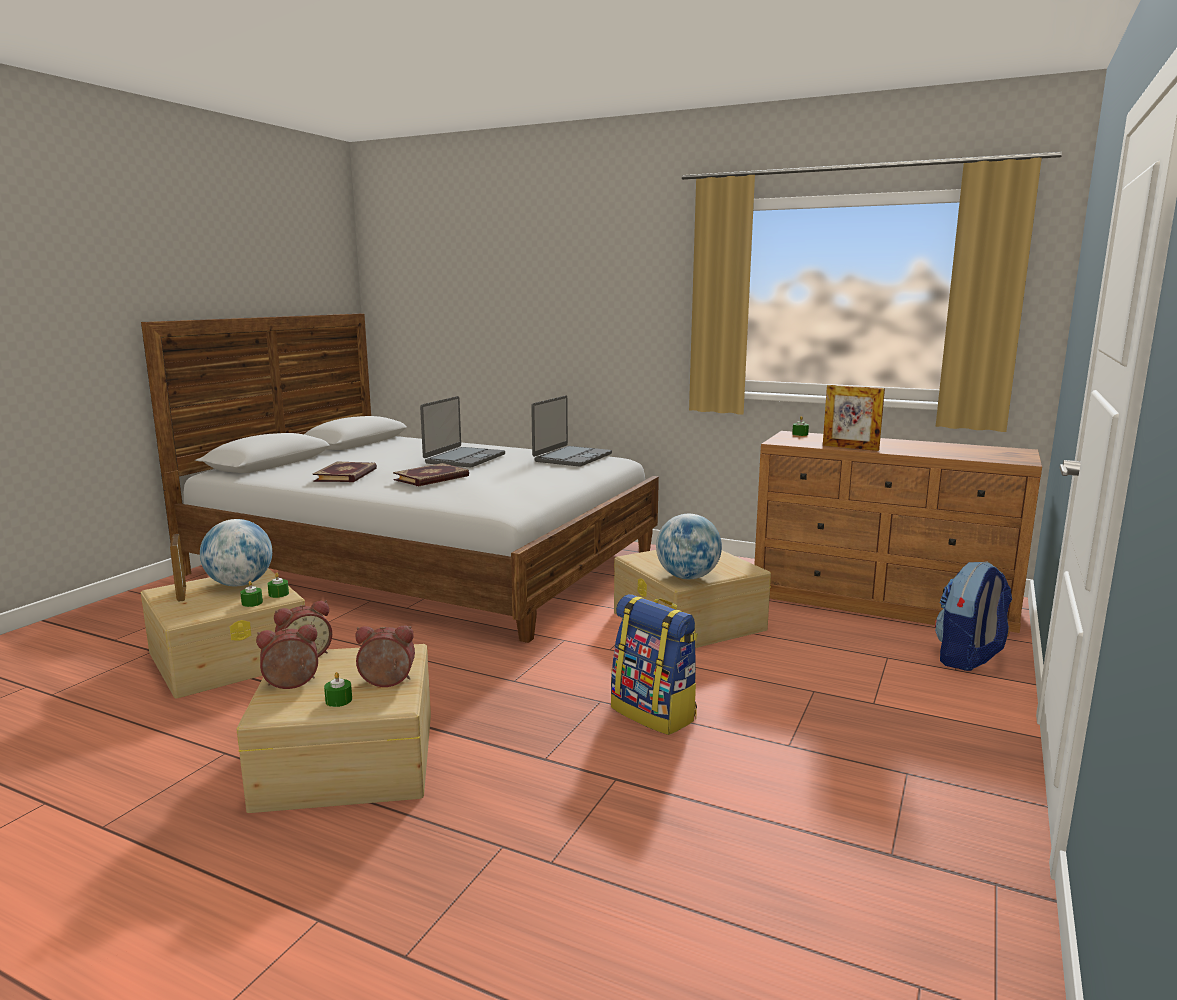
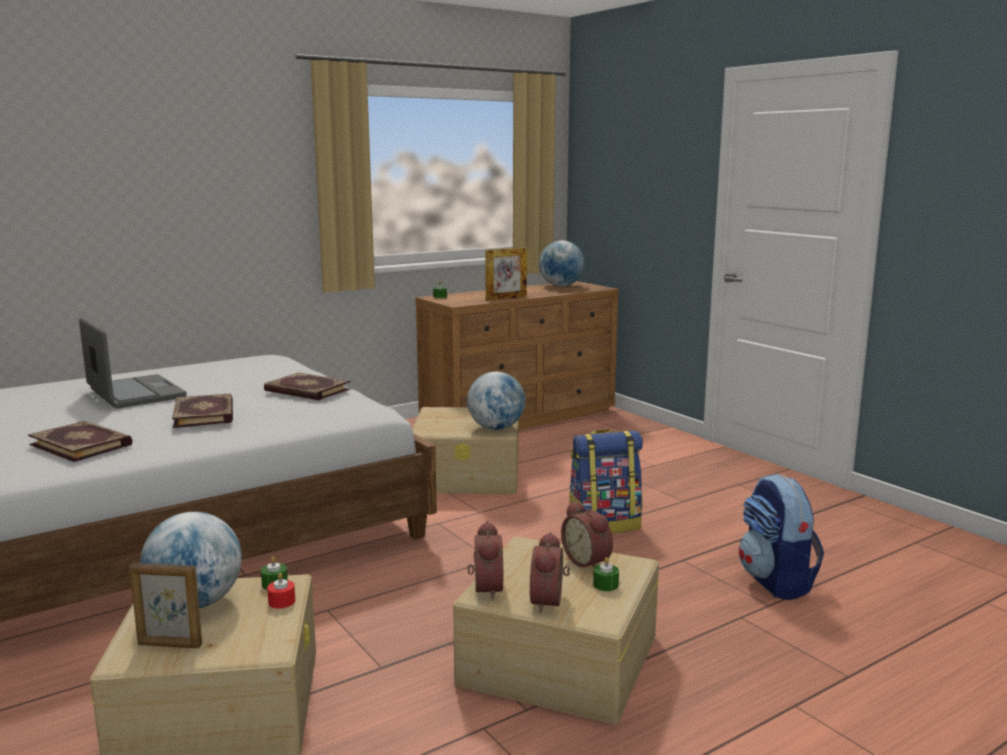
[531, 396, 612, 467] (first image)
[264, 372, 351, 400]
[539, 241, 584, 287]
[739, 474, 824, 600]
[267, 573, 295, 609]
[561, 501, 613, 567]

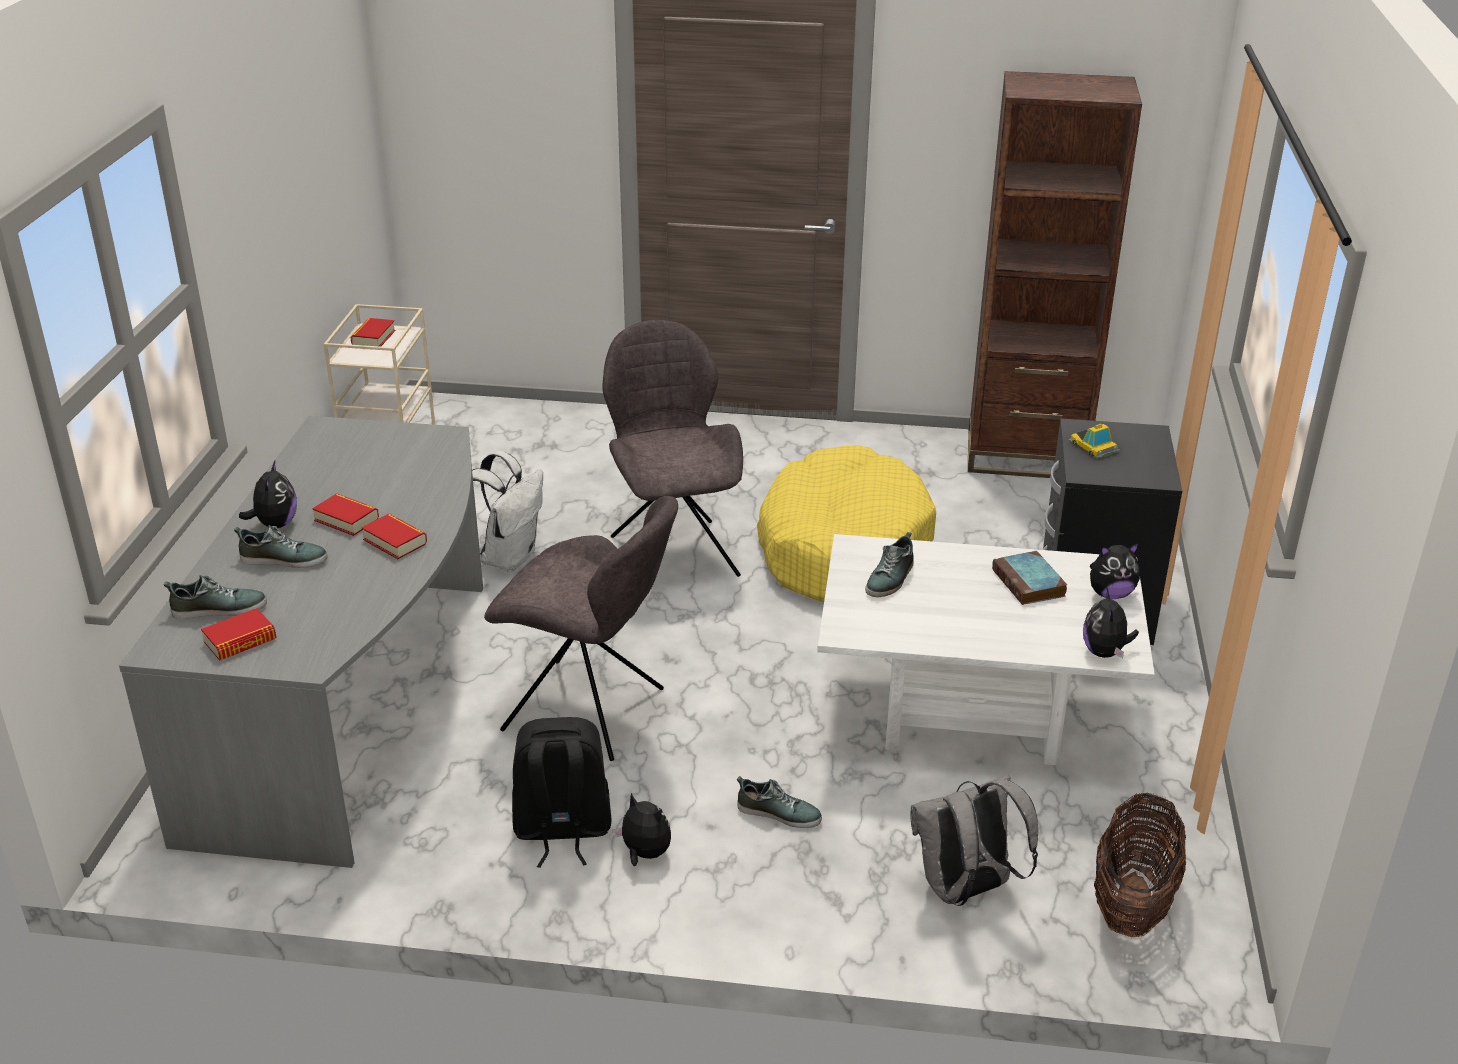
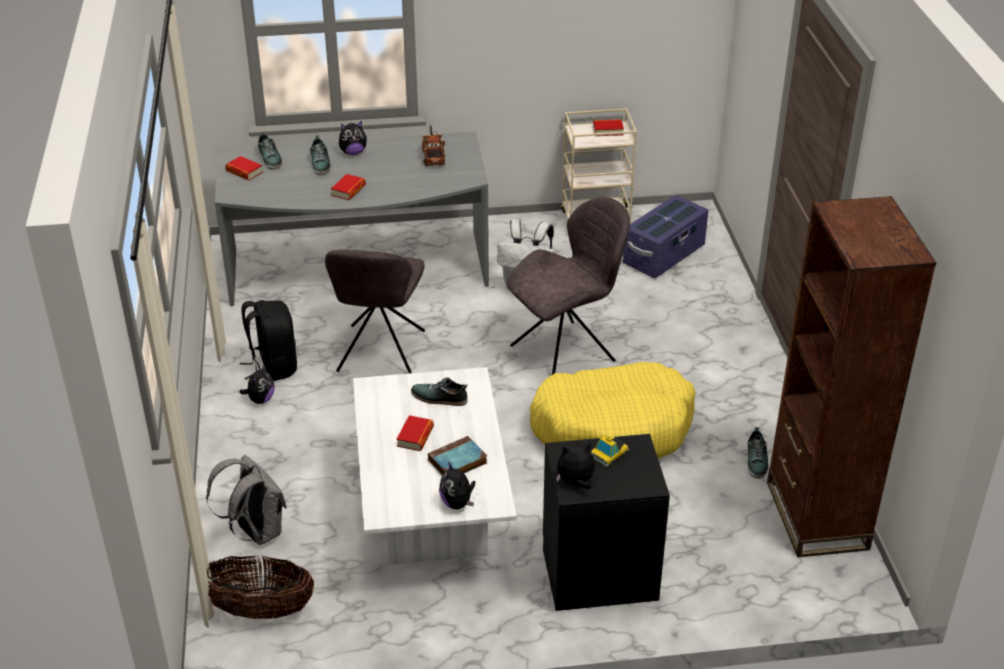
[422, 124, 445, 166]
[623, 195, 708, 278]
[396, 415, 434, 451]
[748, 427, 768, 479]
[556, 442, 595, 489]

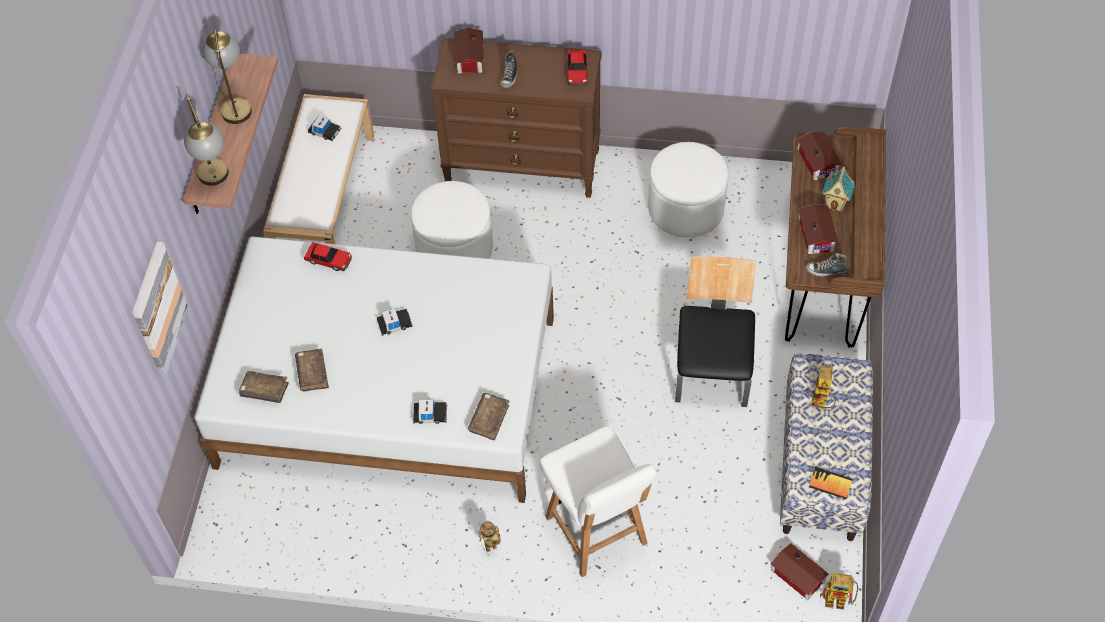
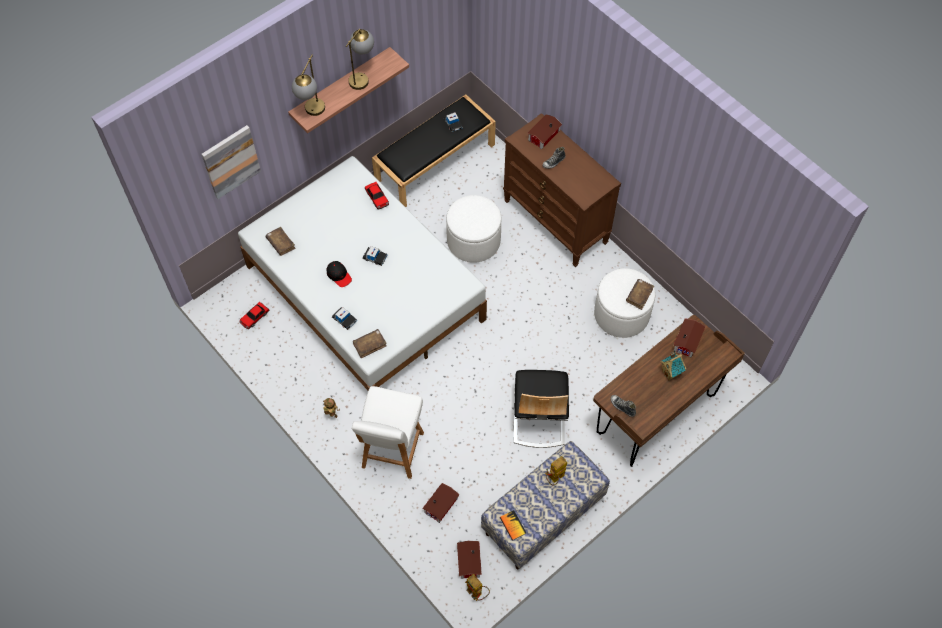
[326, 261, 352, 287]
[626, 279, 654, 310]
[240, 302, 269, 329]
[422, 483, 460, 523]
[372, 95, 496, 207]
[514, 370, 569, 448]

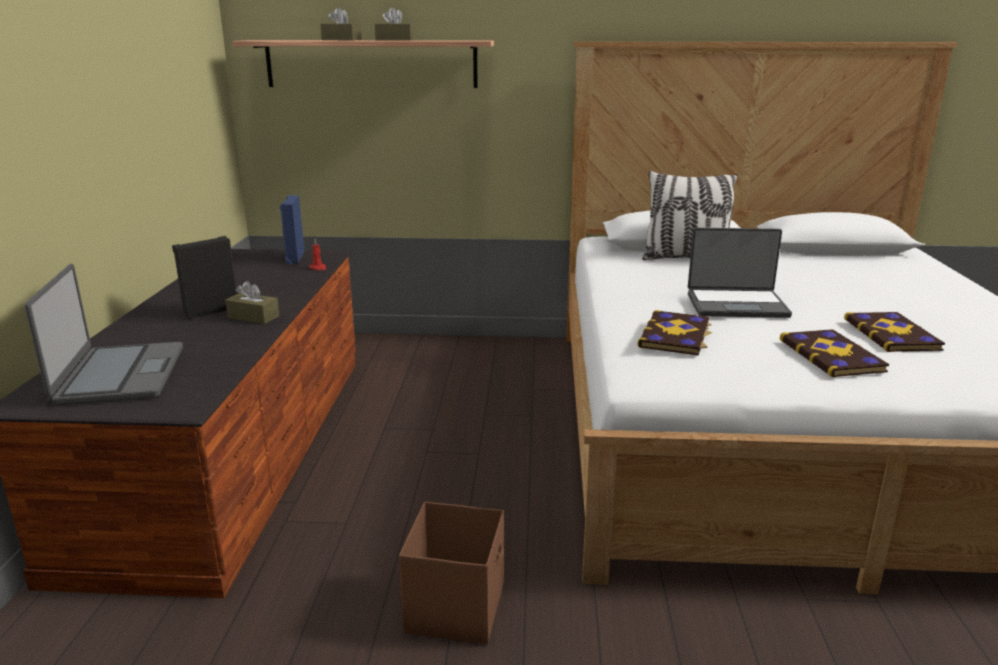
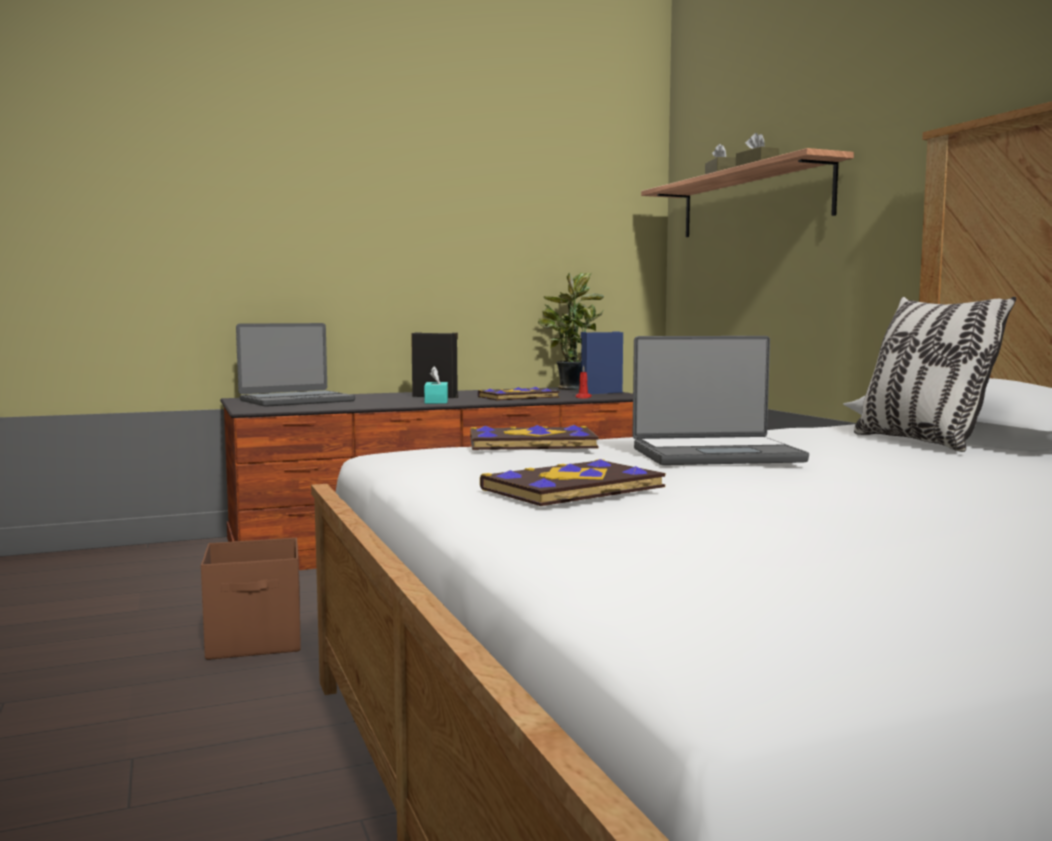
[538, 273, 604, 390]
[478, 387, 560, 401]
[424, 366, 448, 404]
[633, 336, 809, 465]

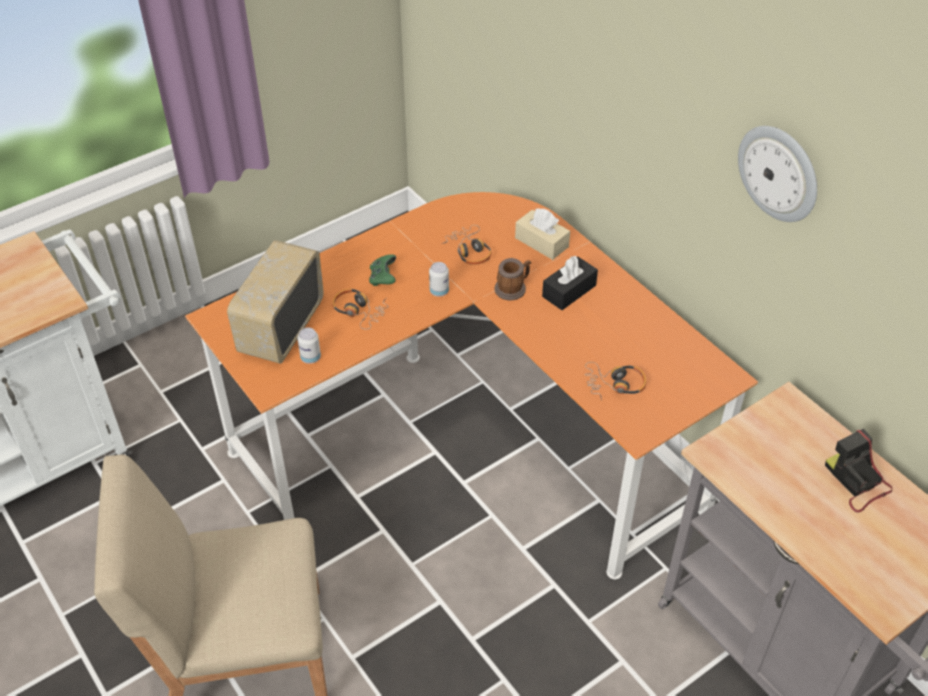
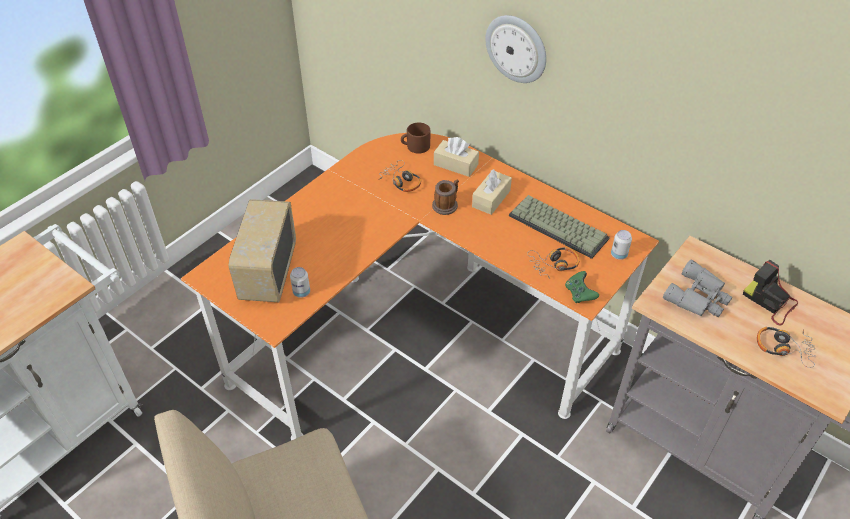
[401, 122, 430, 154]
[509, 195, 610, 259]
[663, 260, 732, 317]
[757, 327, 815, 368]
[565, 271, 599, 303]
[611, 230, 632, 260]
[485, 15, 546, 83]
[472, 169, 512, 215]

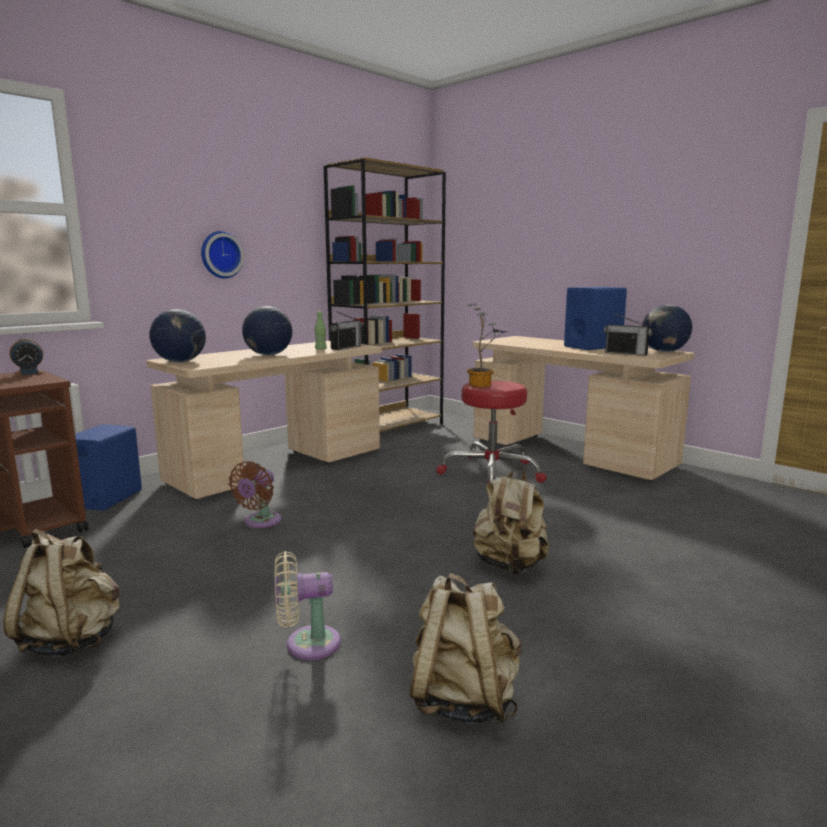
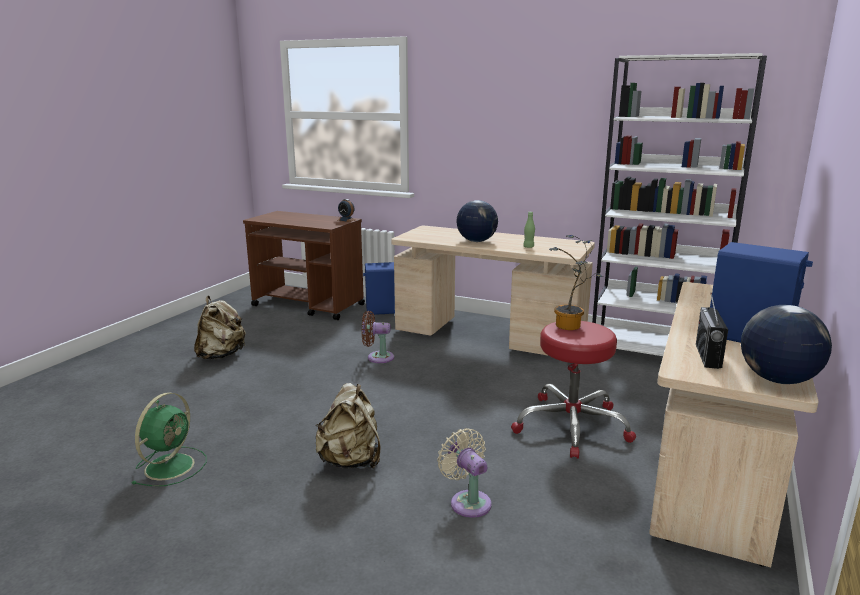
[149, 309, 206, 362] (first image)
[201, 231, 244, 278] (first image)
[330, 311, 362, 350] (first image)
[437, 428, 492, 518]
[131, 392, 207, 486]
[592, 53, 767, 356]

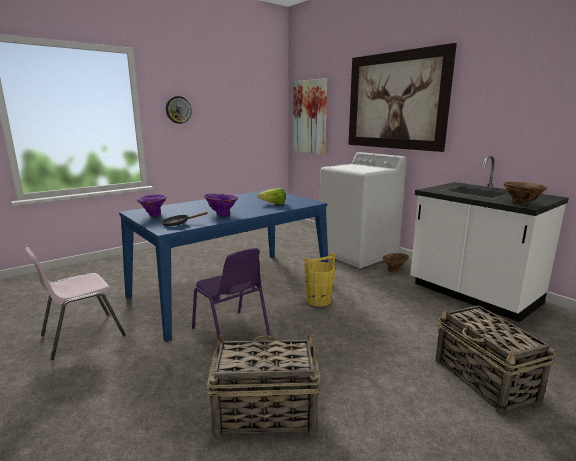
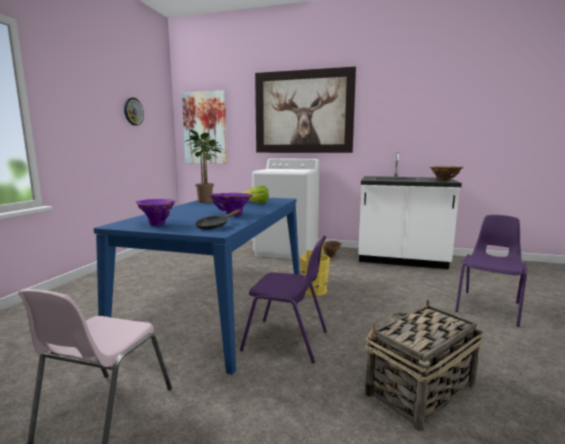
[185, 129, 224, 203]
[124, 98, 144, 126]
[455, 215, 527, 327]

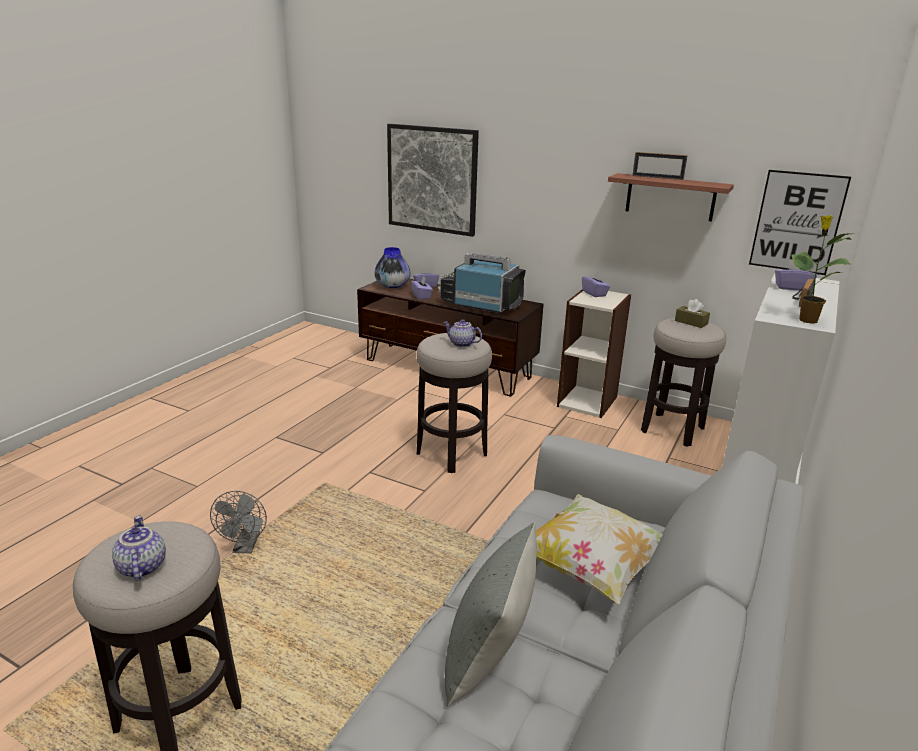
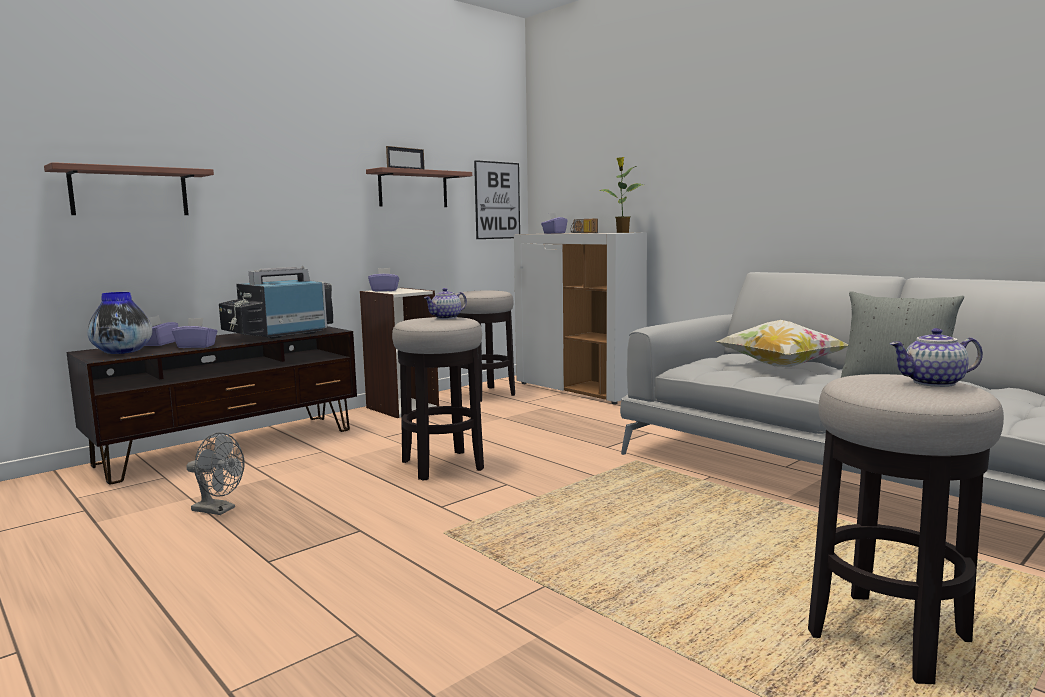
[675, 299, 710, 328] (first image)
[186, 432, 245, 515]
[44, 162, 214, 215]

